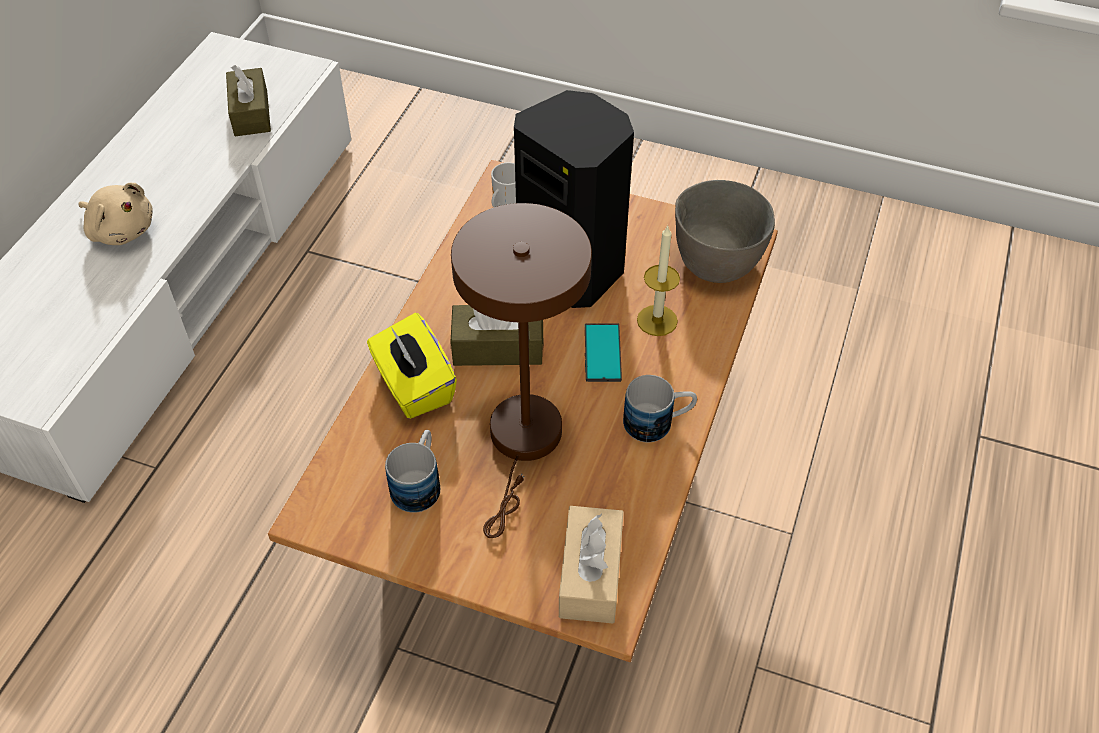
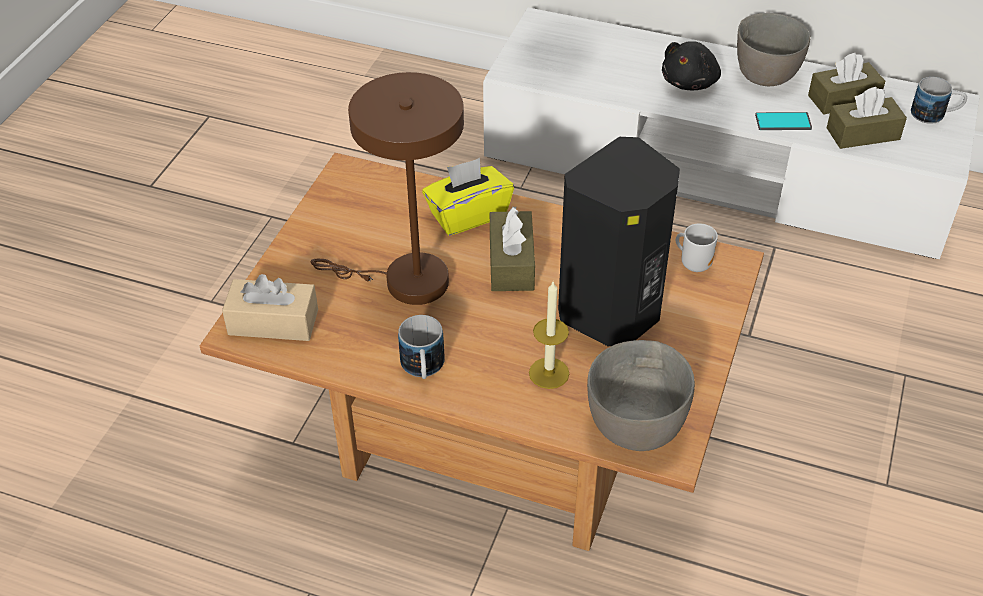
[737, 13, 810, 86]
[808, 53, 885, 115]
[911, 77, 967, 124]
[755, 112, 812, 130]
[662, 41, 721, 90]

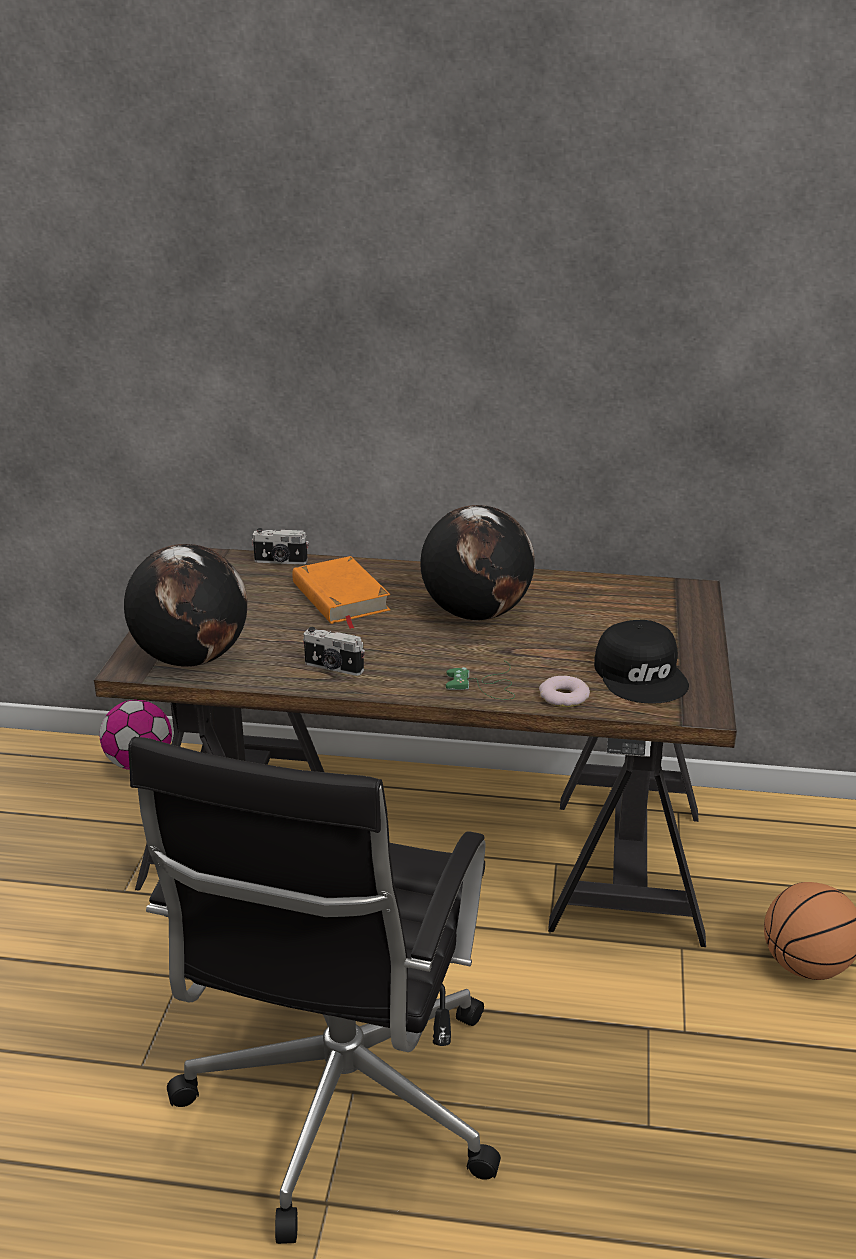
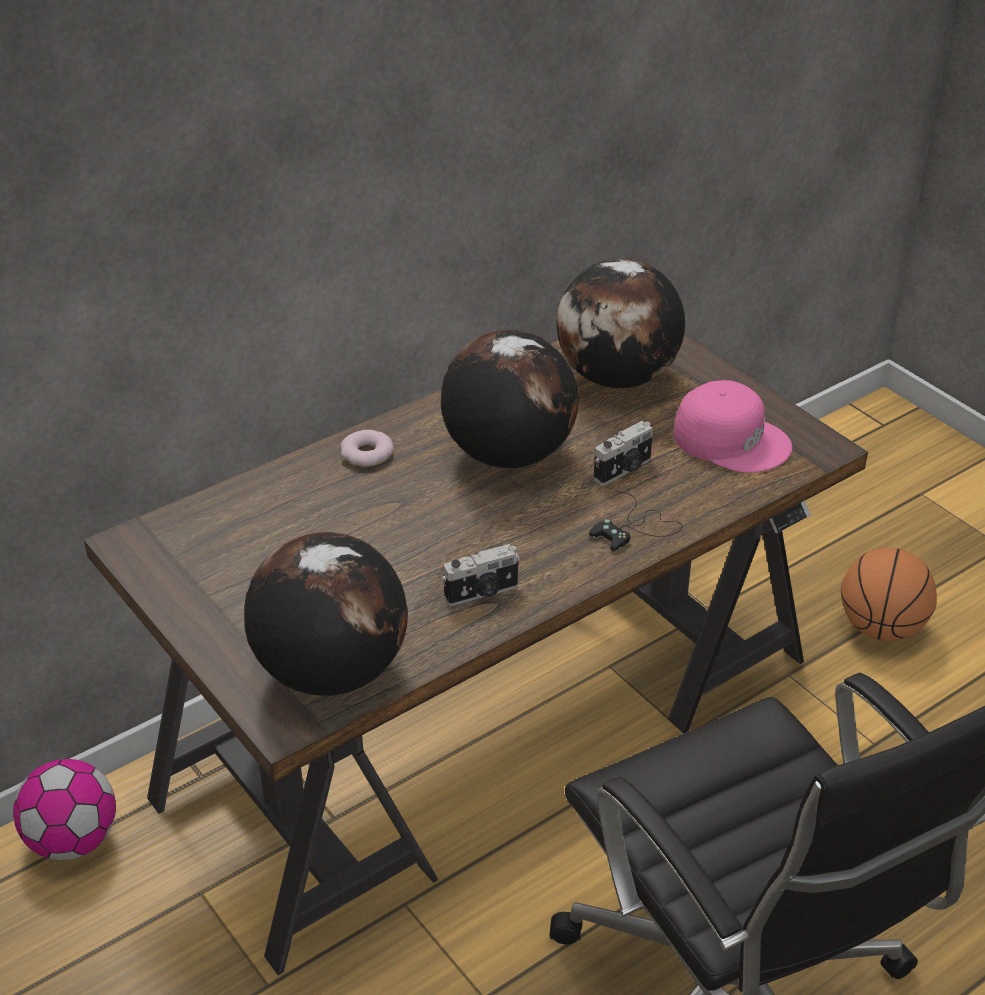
[292, 556, 390, 629] (first image)
[556, 258, 685, 389]
[594, 421, 653, 485]
[340, 430, 394, 467]
[589, 491, 683, 551]
[673, 380, 792, 472]

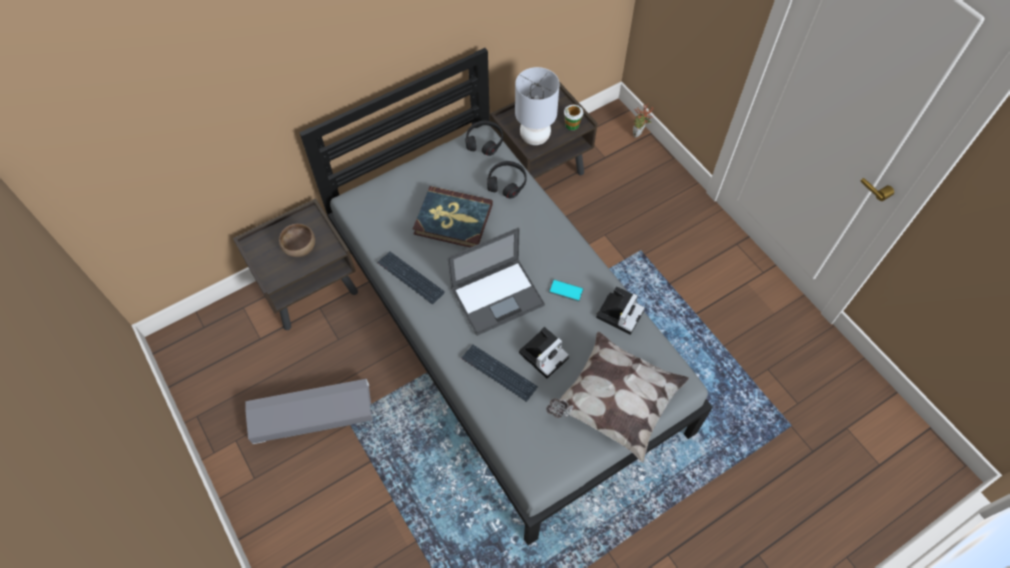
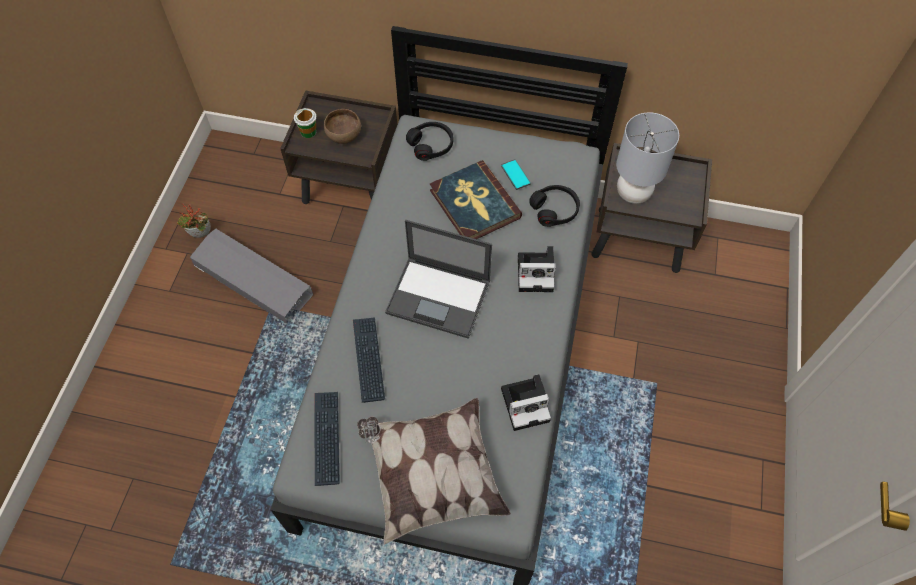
[314, 392, 340, 486]
[406, 122, 453, 161]
[518, 246, 556, 292]
[501, 159, 531, 190]
[294, 108, 317, 138]
[177, 203, 211, 238]

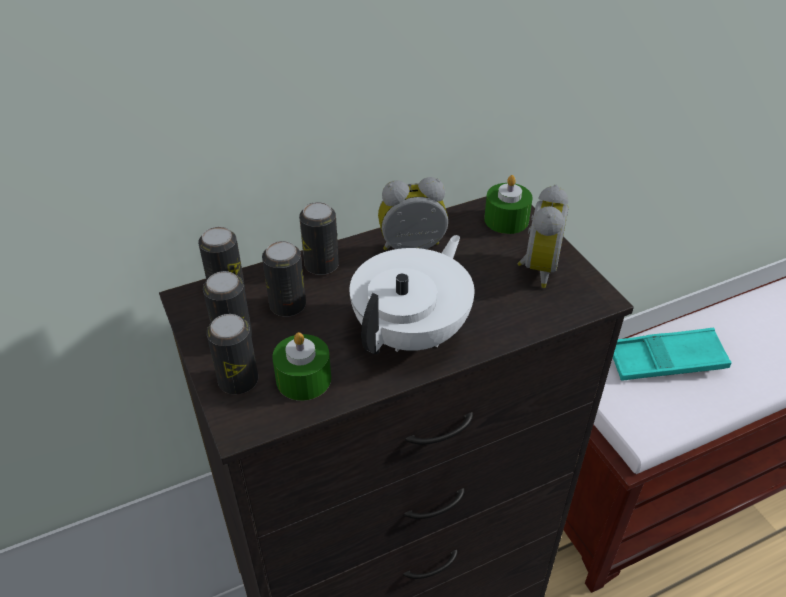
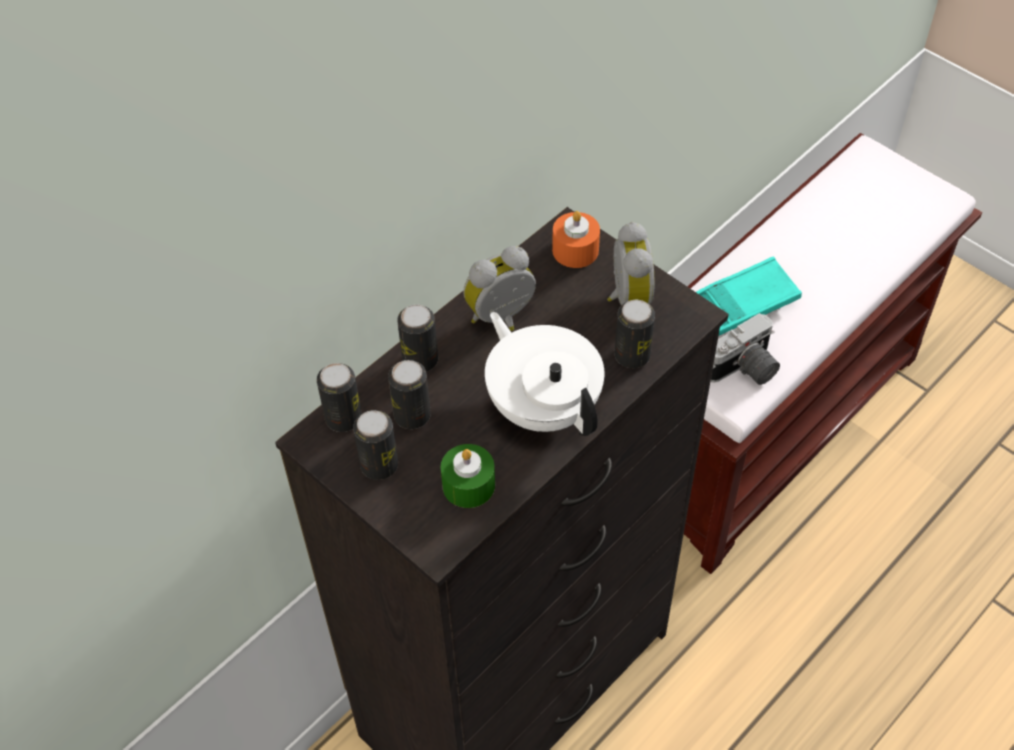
[710, 313, 780, 385]
[615, 300, 655, 368]
[552, 211, 600, 268]
[485, 312, 605, 436]

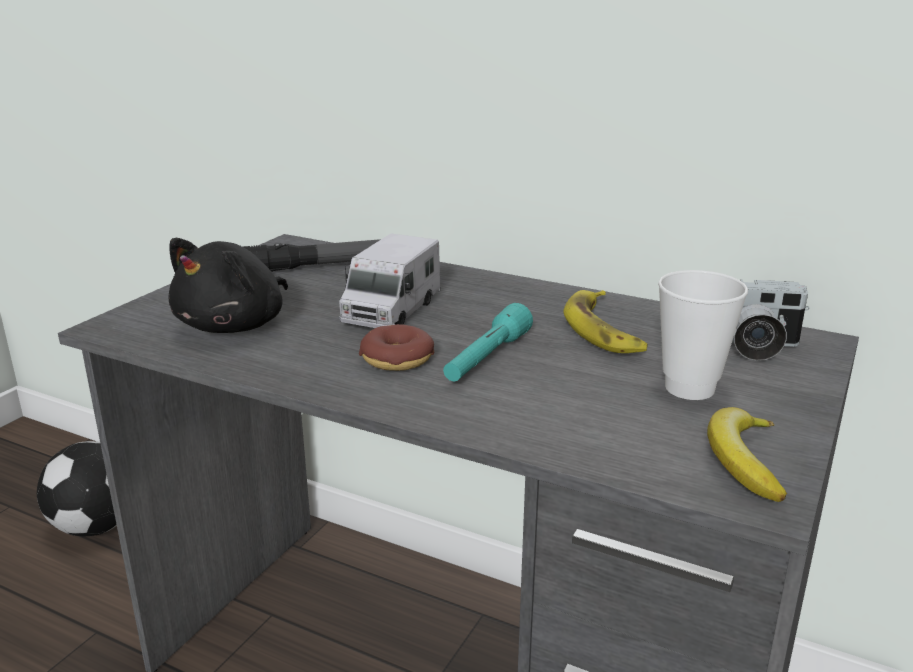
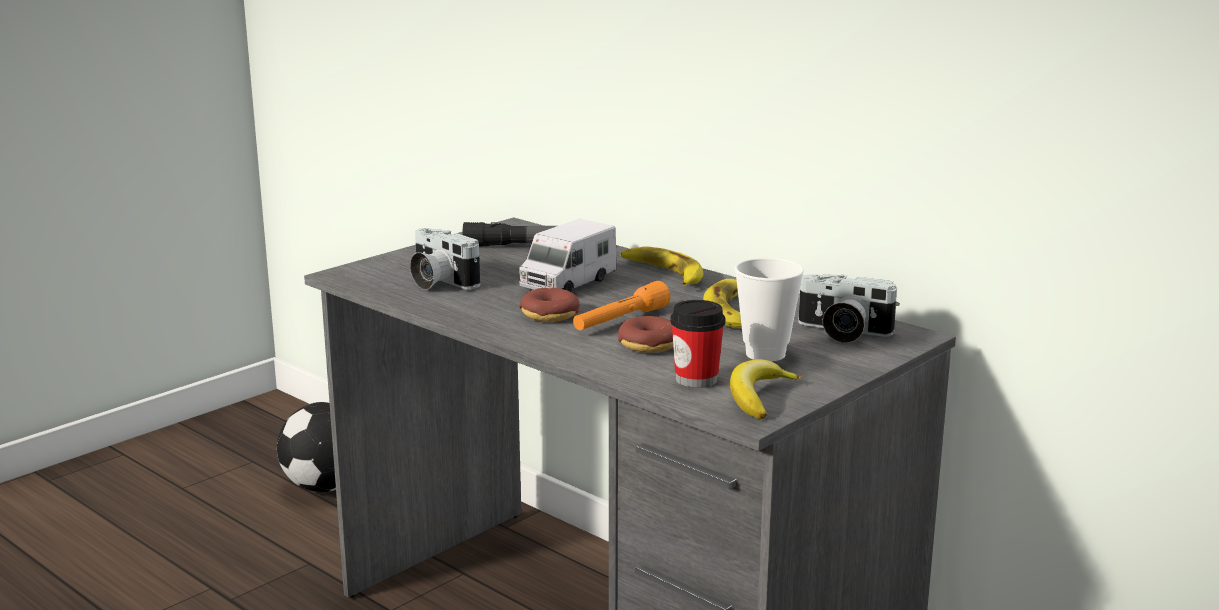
[618, 316, 673, 353]
[621, 246, 703, 286]
[670, 300, 725, 388]
[410, 228, 480, 290]
[573, 281, 671, 330]

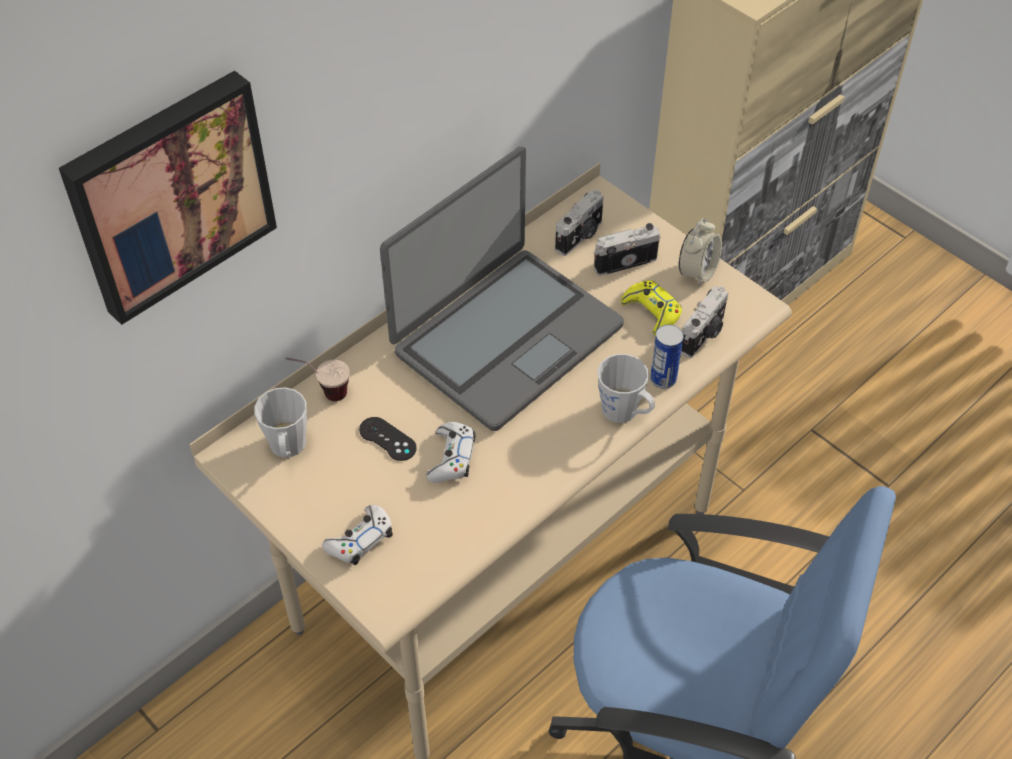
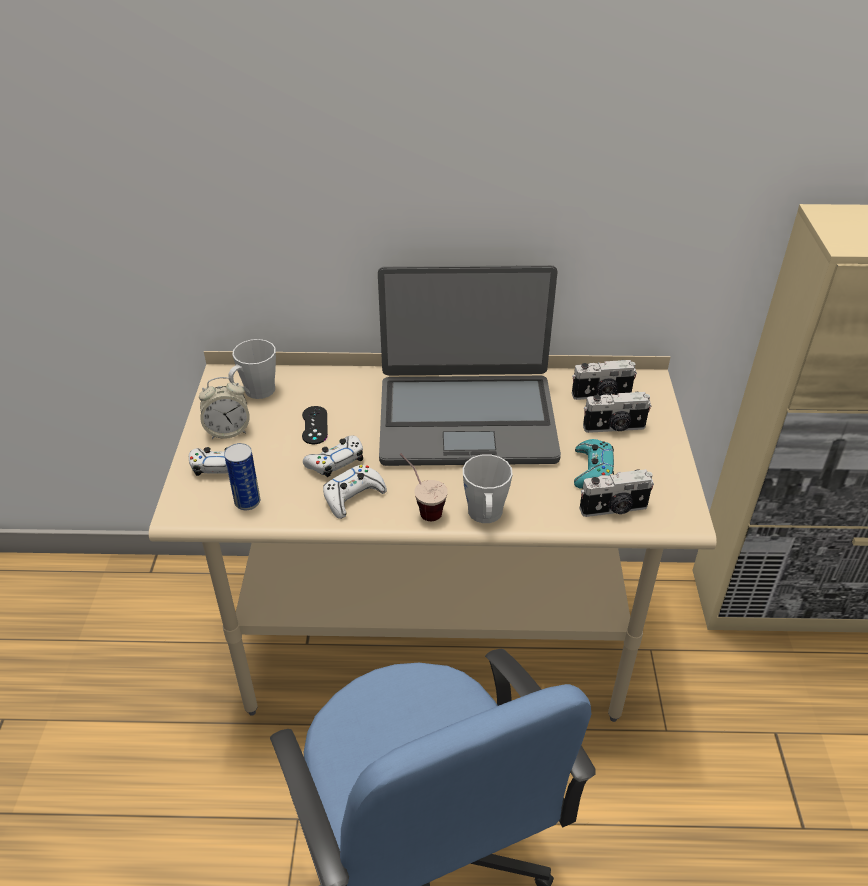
[59, 71, 277, 325] (first image)
[323, 465, 387, 519]
[400, 453, 448, 521]
[224, 443, 260, 510]
[199, 377, 250, 439]
[574, 439, 614, 489]
[583, 392, 651, 433]

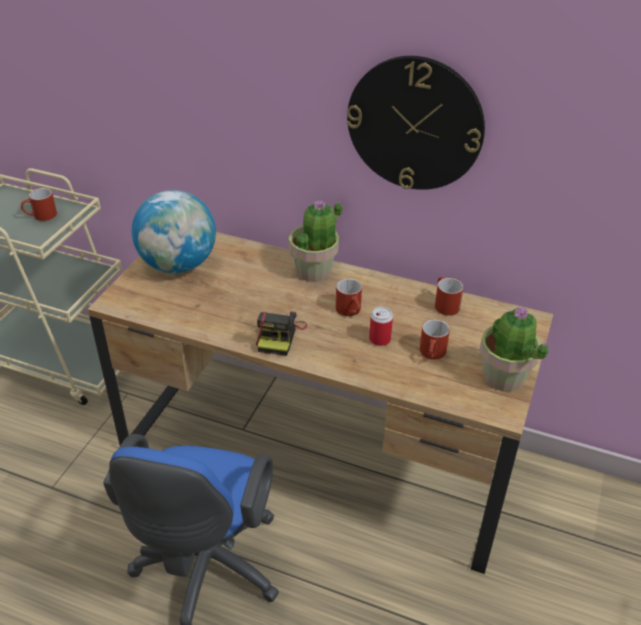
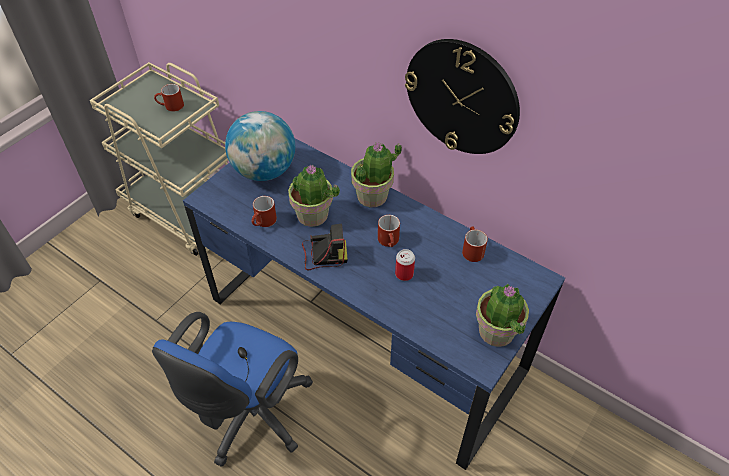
[288, 165, 340, 227]
[252, 196, 277, 227]
[183, 138, 565, 470]
[302, 224, 347, 270]

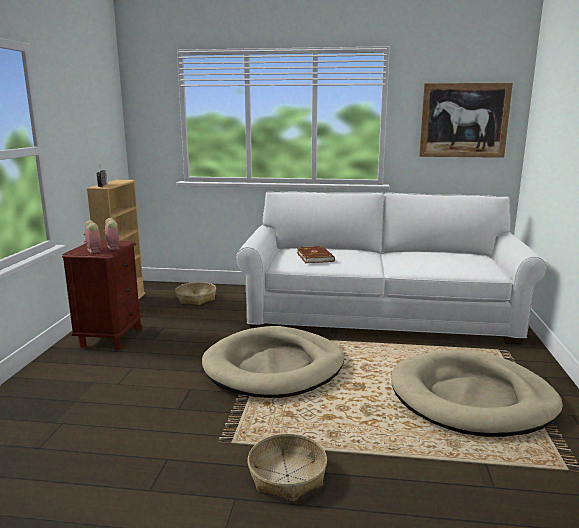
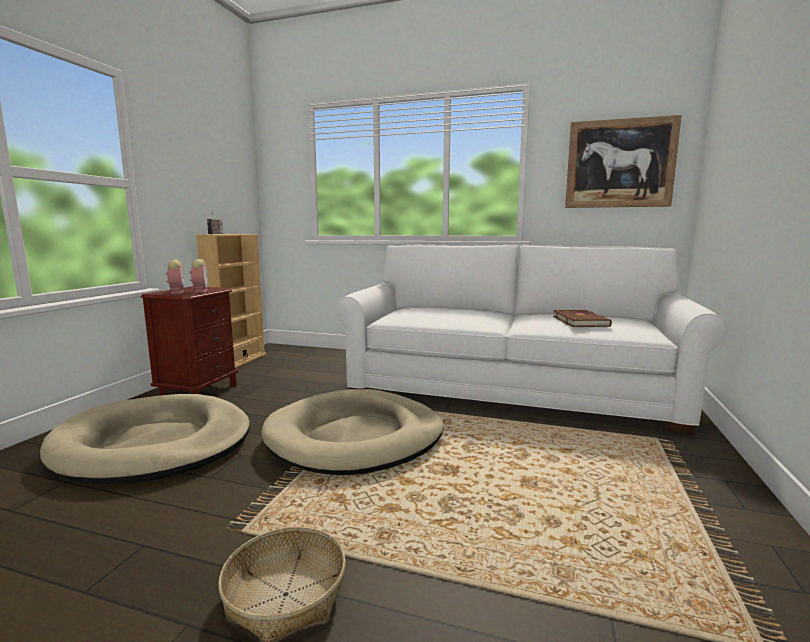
[175, 282, 216, 305] (first image)
[553, 310, 612, 327]
[40, 394, 250, 484]

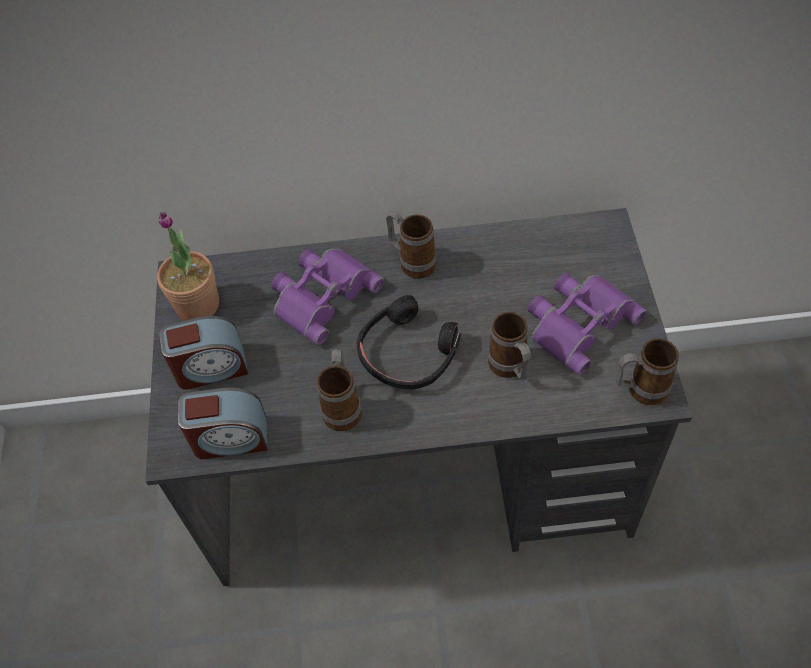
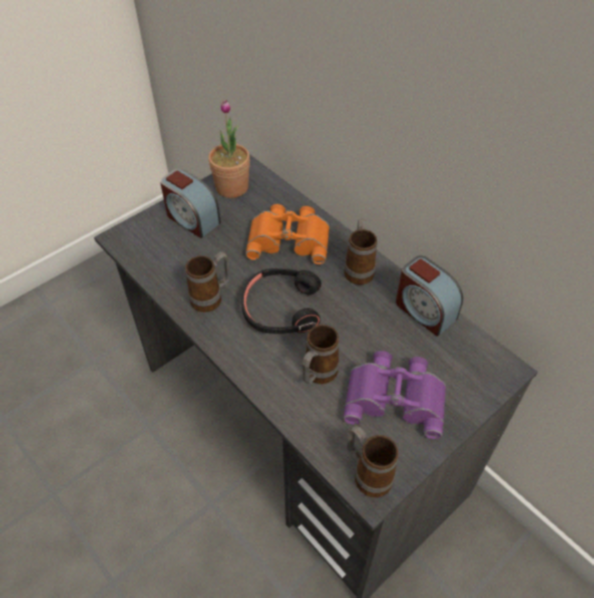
[396, 256, 463, 336]
[246, 204, 330, 265]

